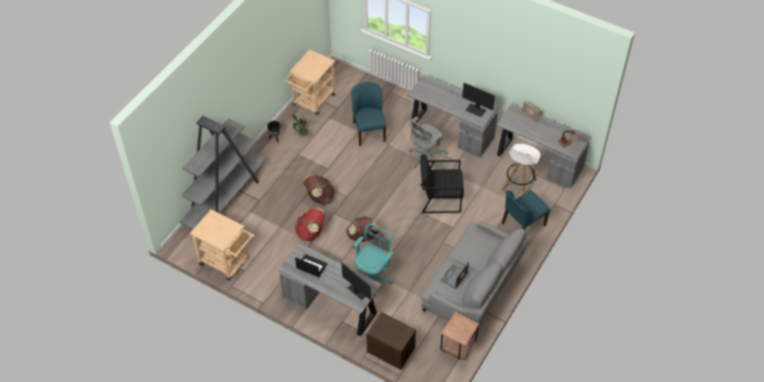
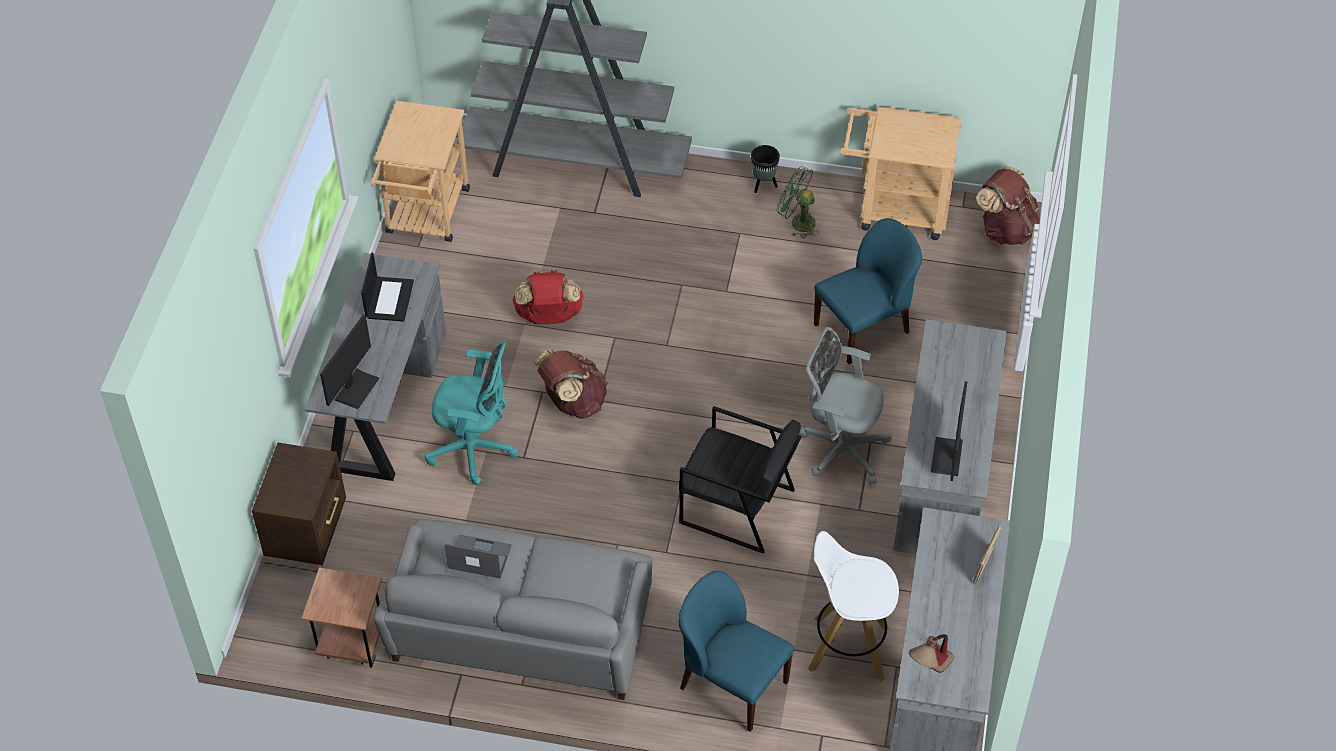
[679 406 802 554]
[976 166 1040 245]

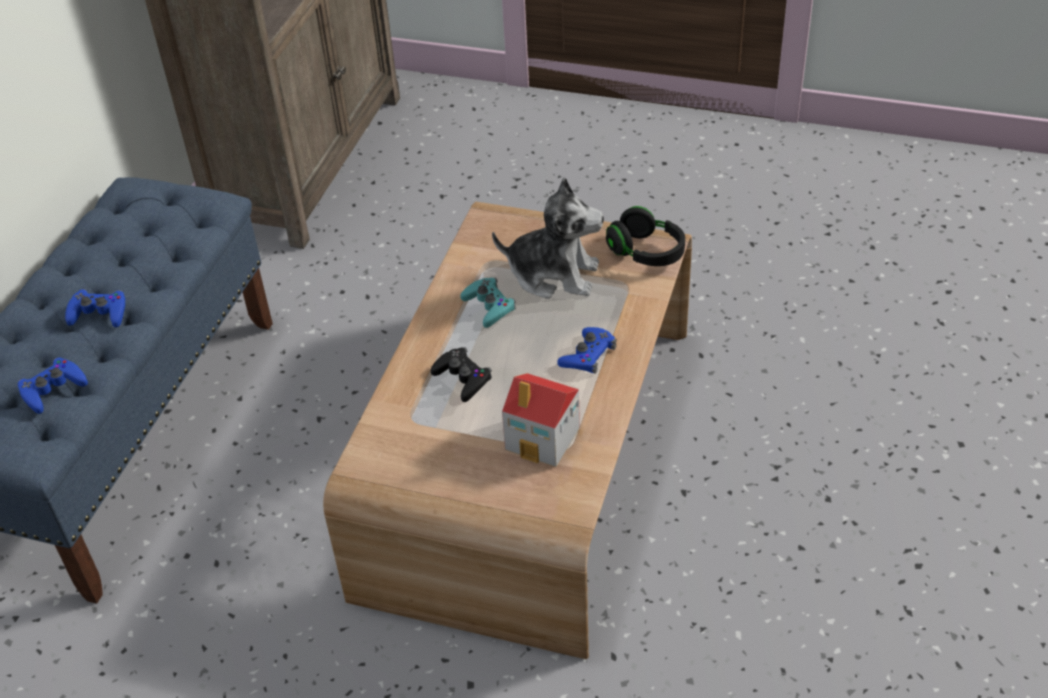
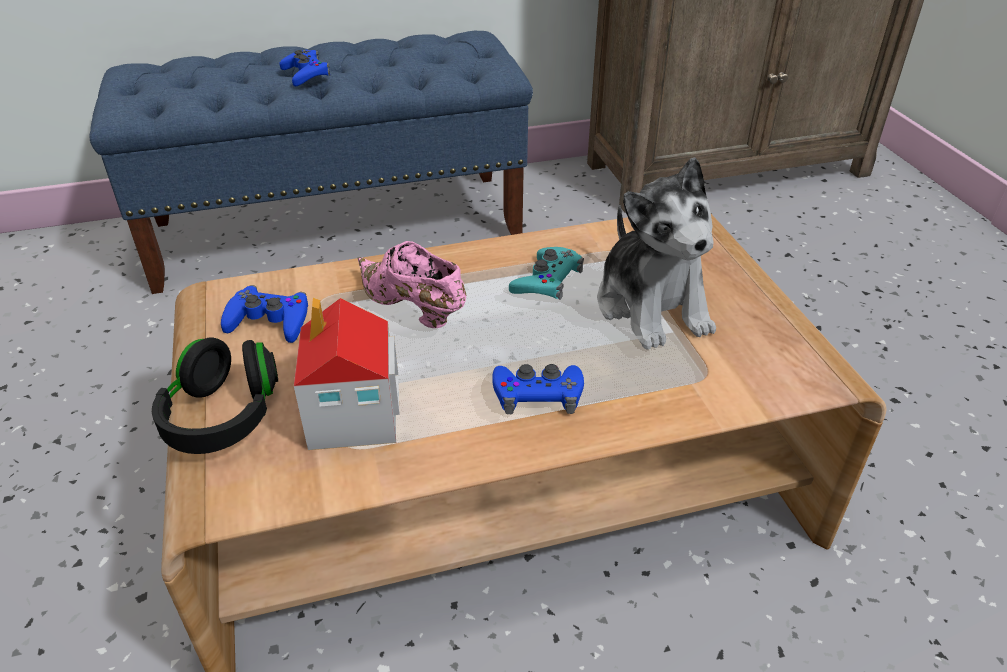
[152 337 278 454]
[358 241 466 328]
[221 285 308 343]

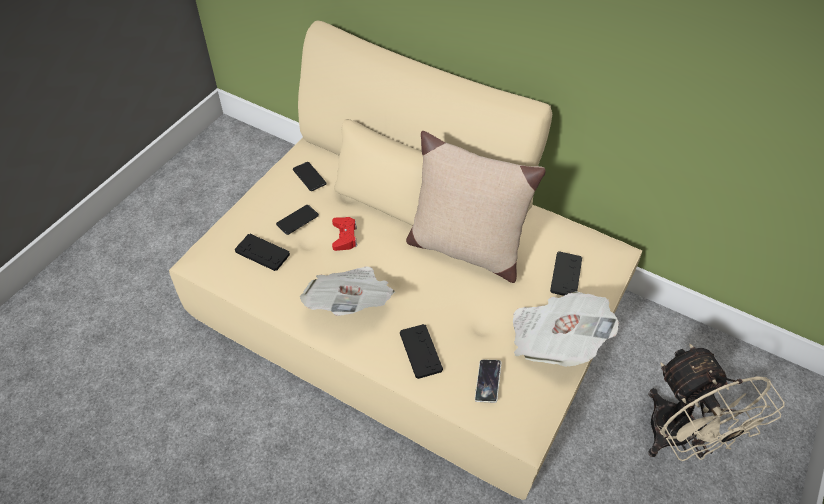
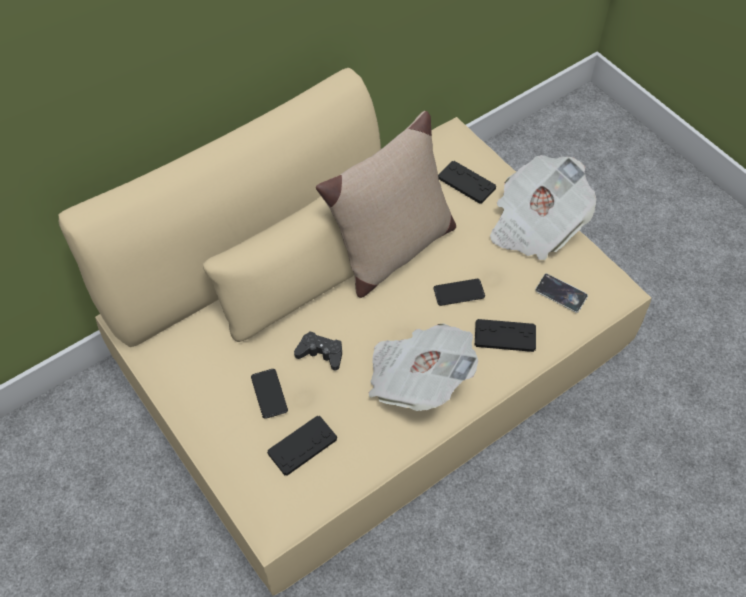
[433 279 485 306]
[294 331 342 370]
[648 344 785 461] (first image)

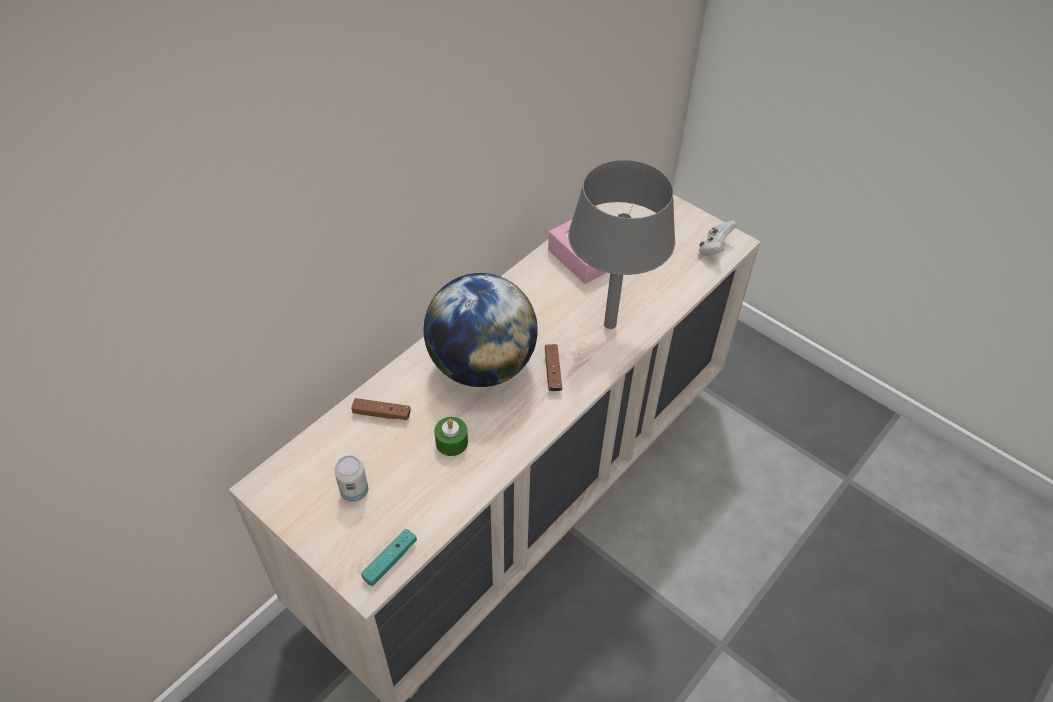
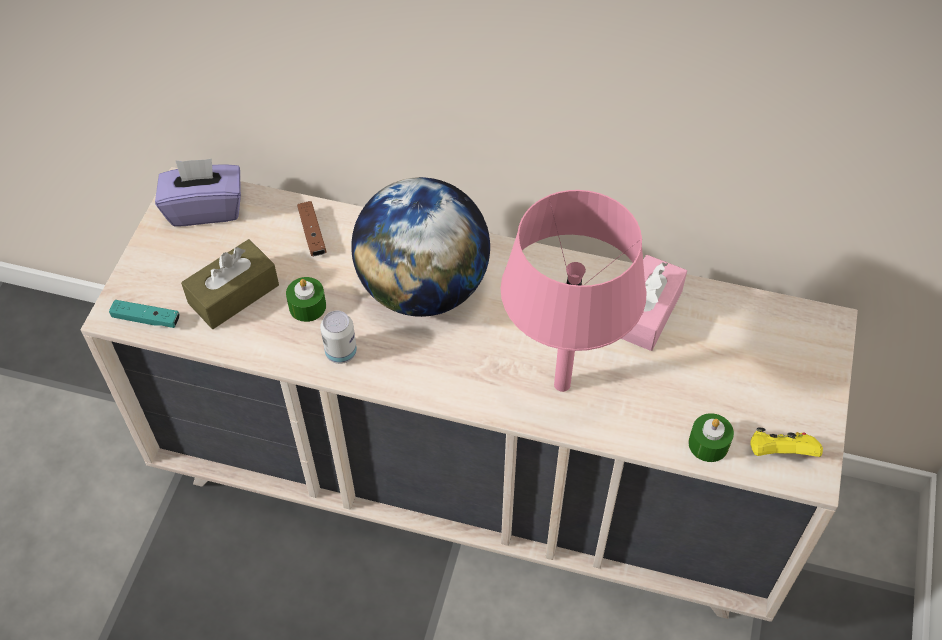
[501 190 647 392]
[751 427 823 457]
[545 344 562 392] (first image)
[320 311 357 364]
[155 159 241 227]
[181 239 279 329]
[689 413 734 462]

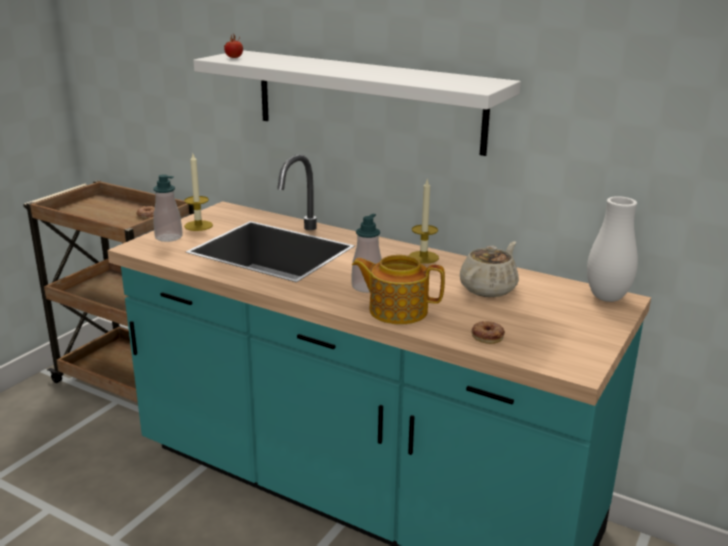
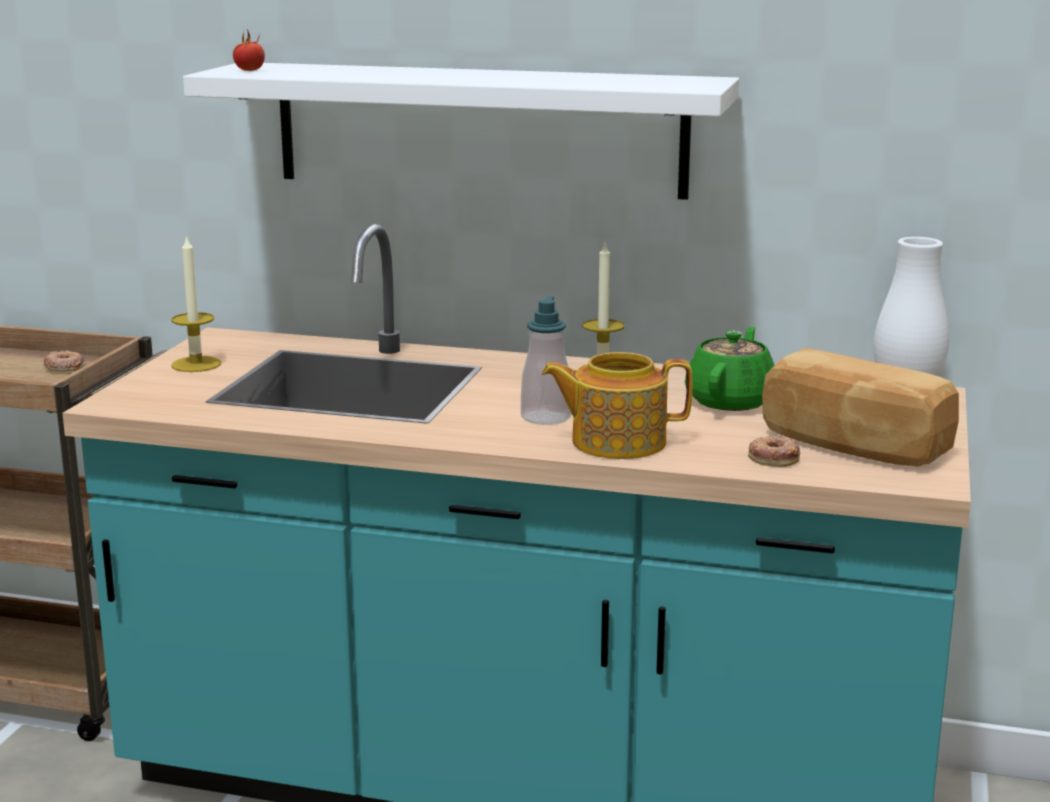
[153 174 183 242] (first image)
[685 326 775 411]
[762 348 959 467]

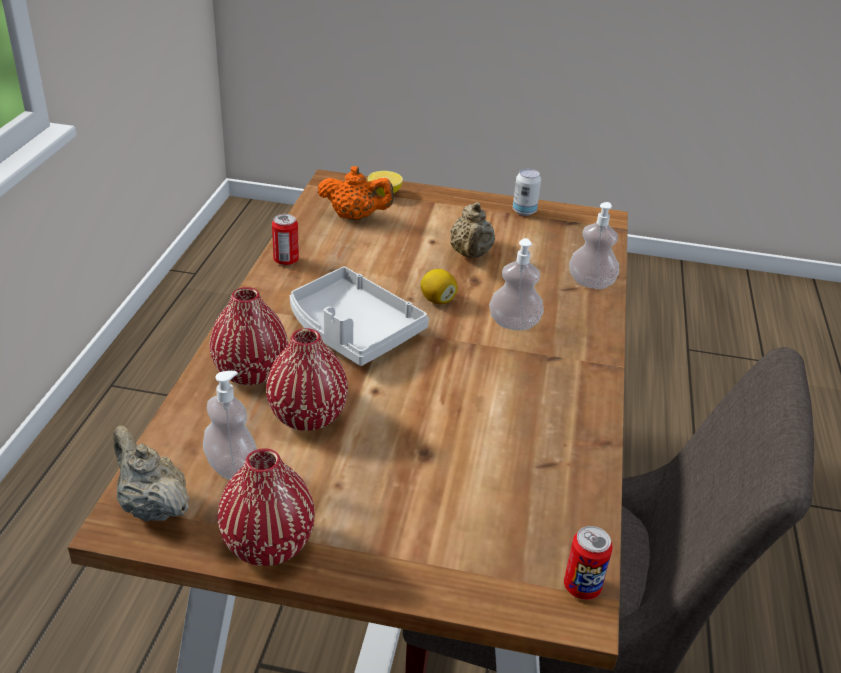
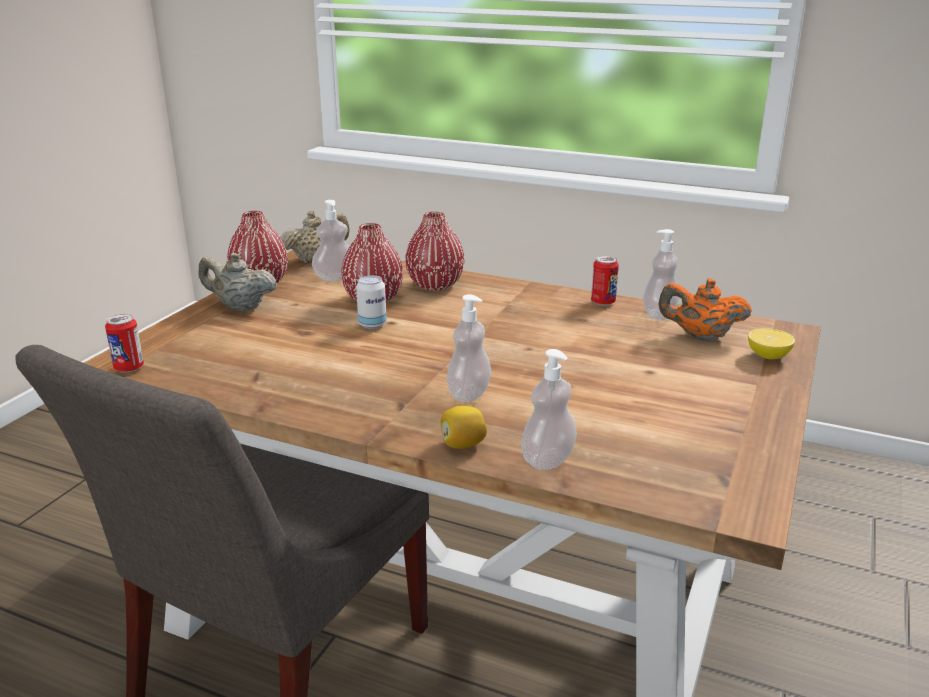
[659 278 752 341]
[356 275 387 329]
[198 252 277 312]
[290 267 429 366] (first image)
[441 406 487 449]
[643 229 679 320]

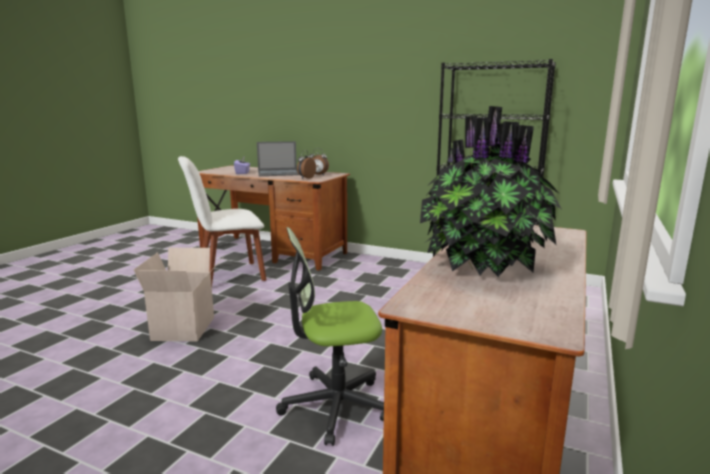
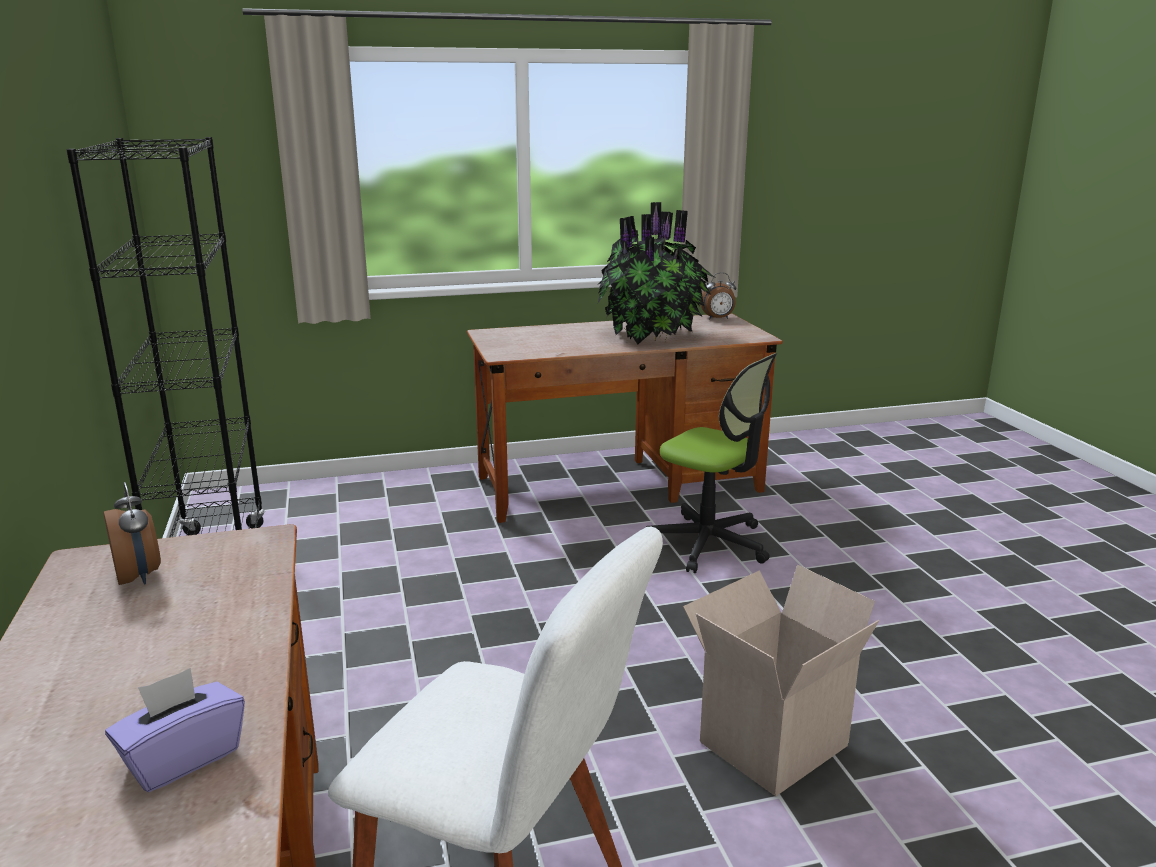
[257 141 299 176] (first image)
[701 272 736 320]

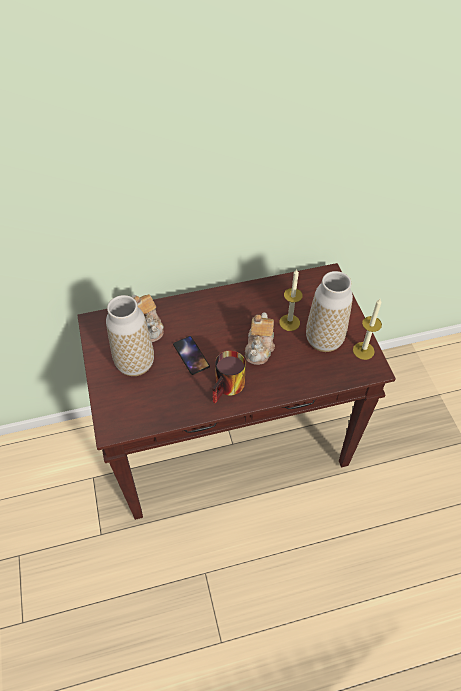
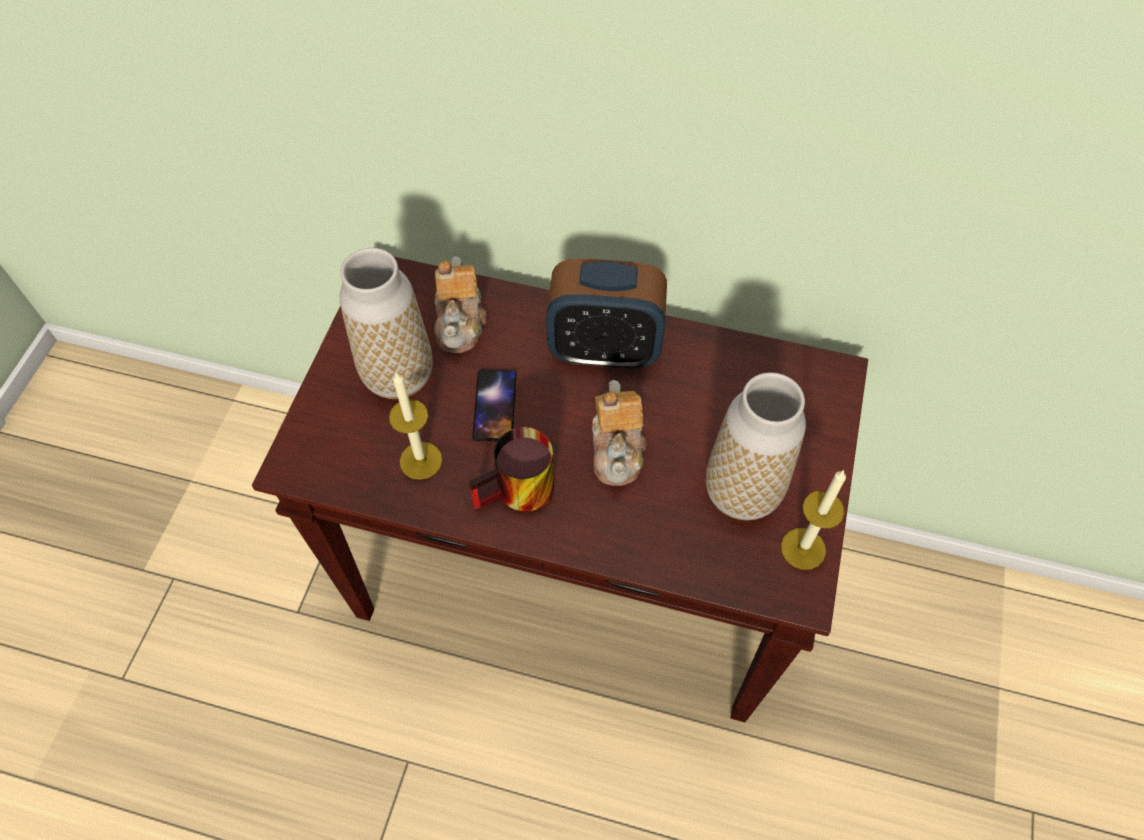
[389 372 442 480]
[592 380 646 486]
[546 259 667 369]

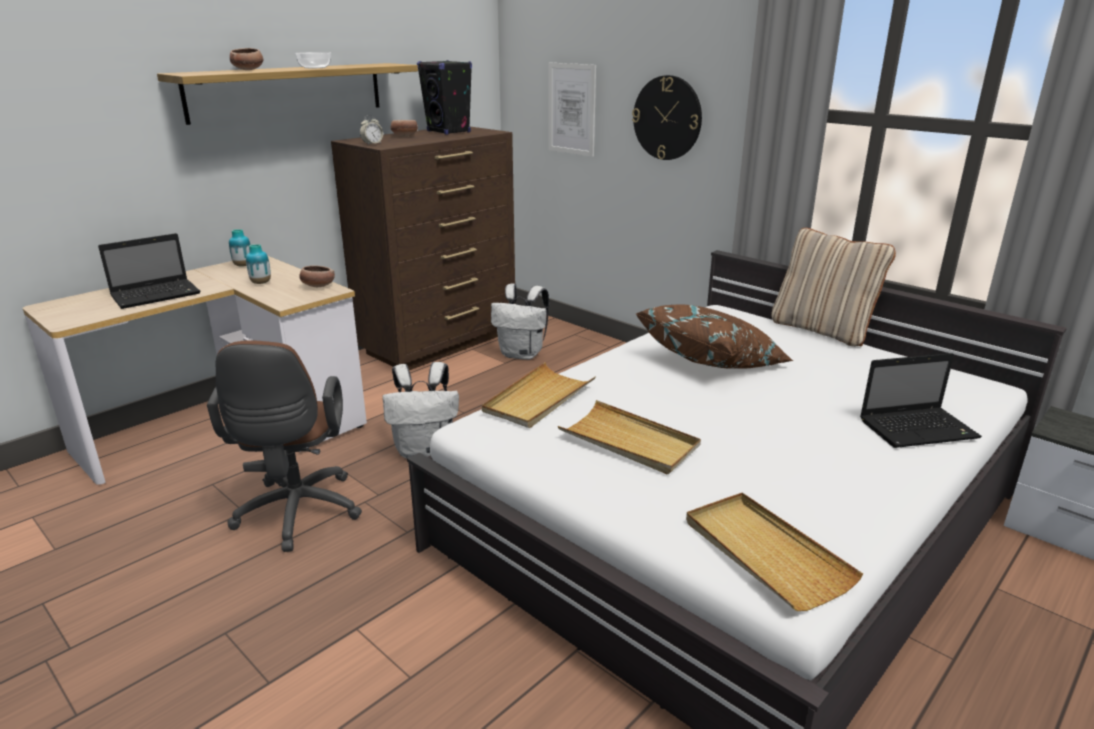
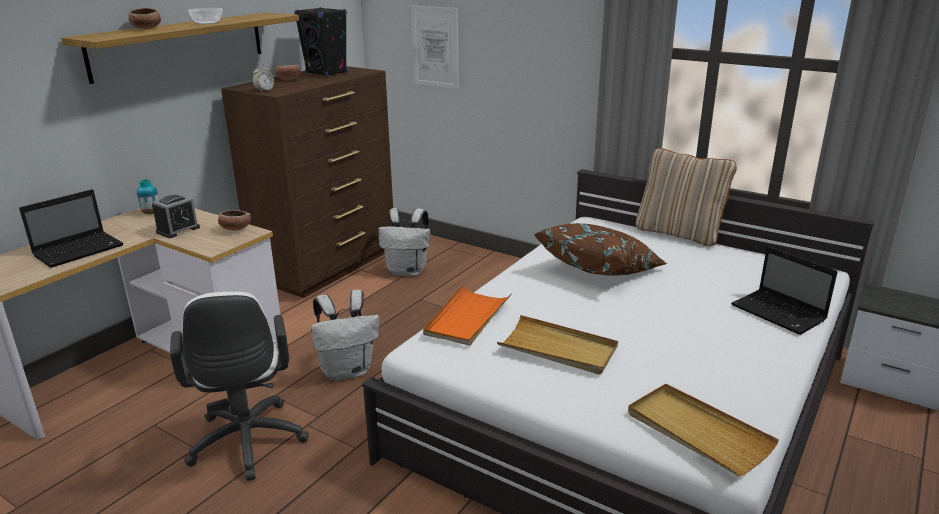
[632 75 702 160] (first image)
[152 194 200 238]
[170 292 309 481]
[731 246 838 335]
[423 284 512 346]

